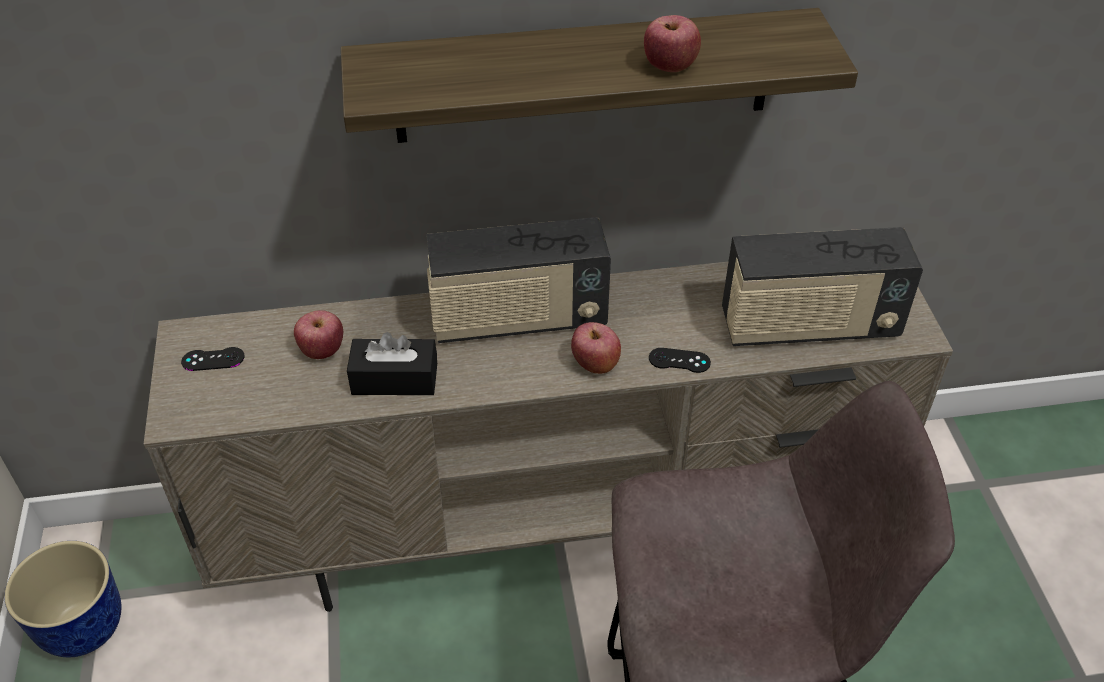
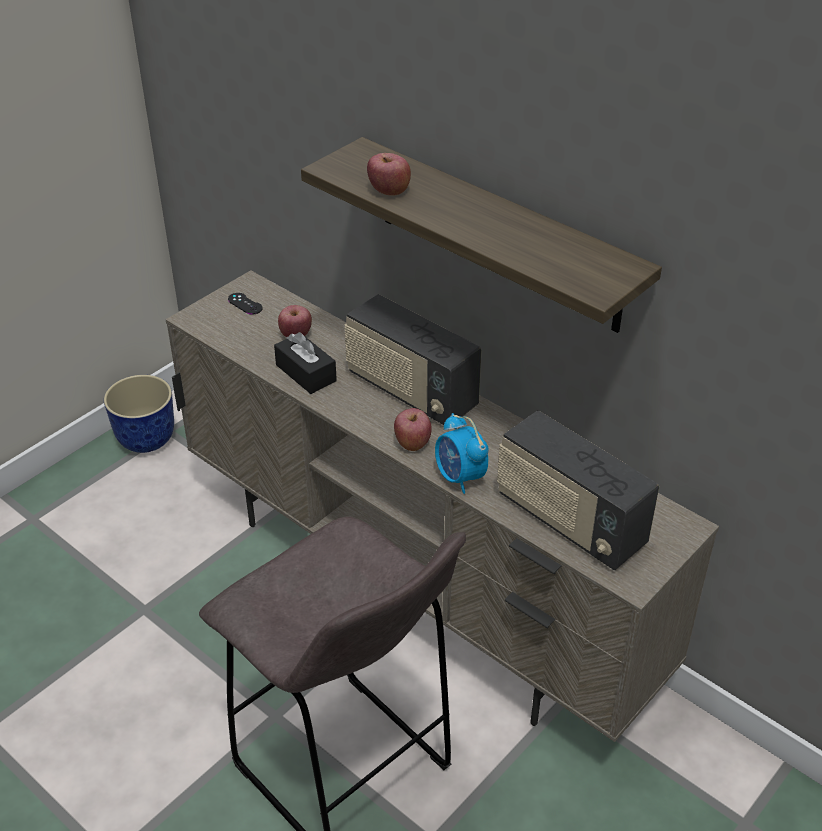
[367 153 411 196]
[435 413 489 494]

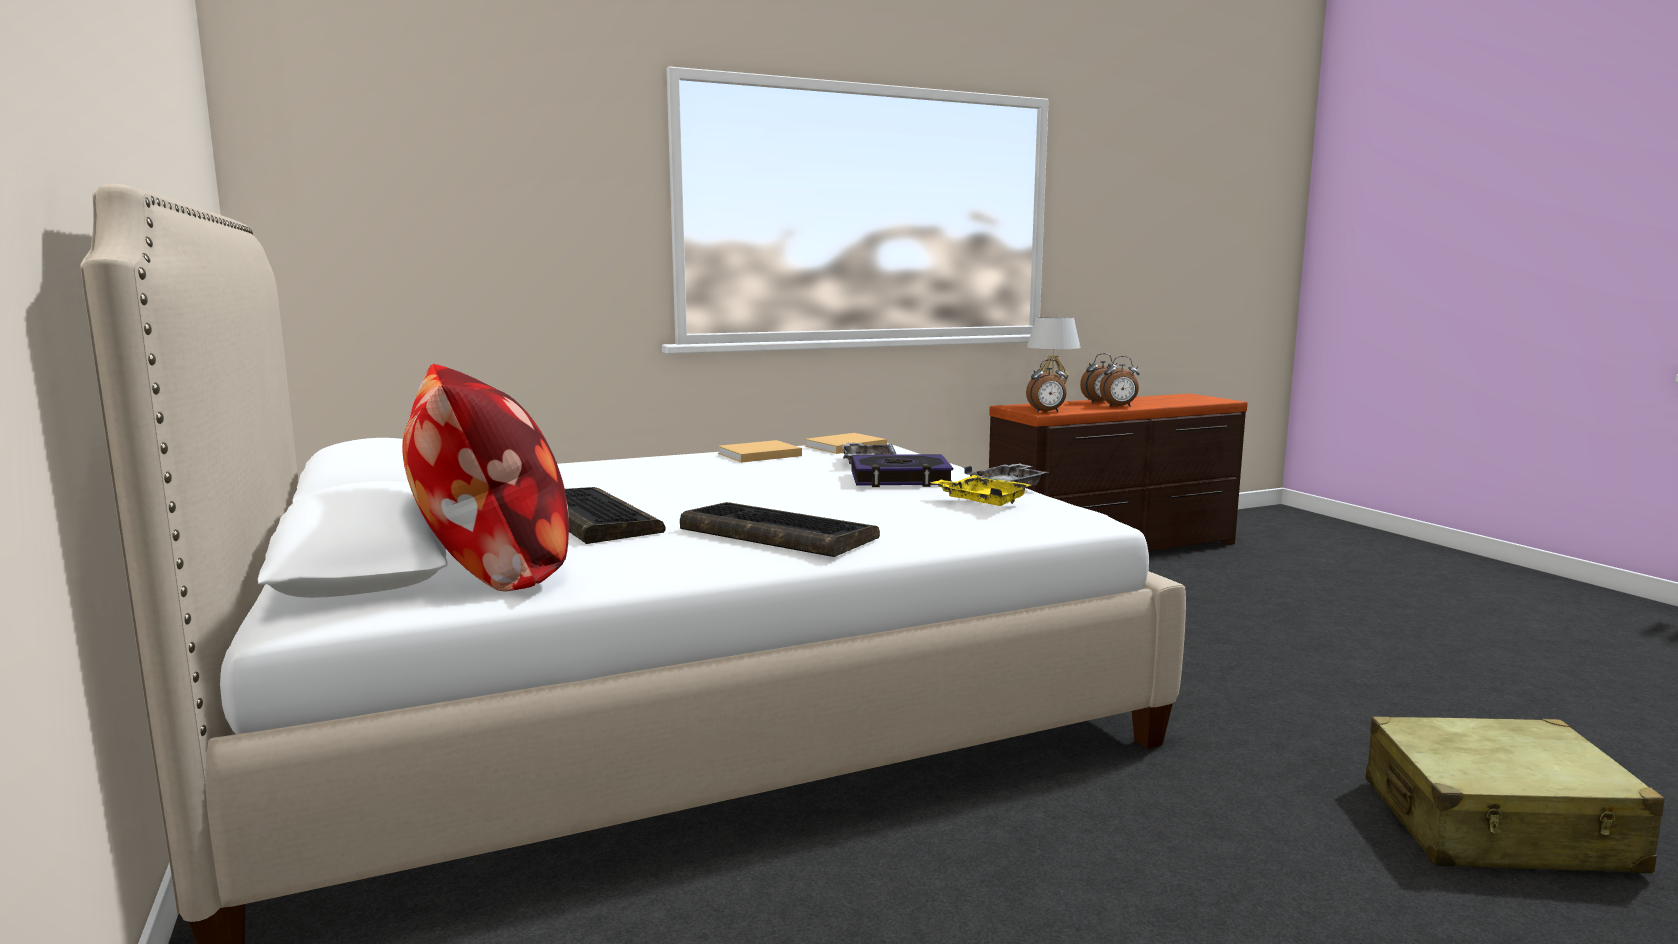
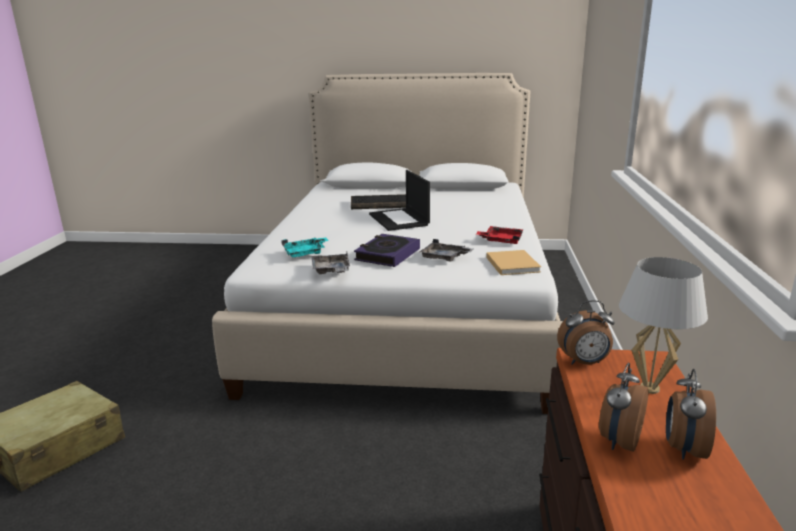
[557 300 615 365]
[402 364 569 592] (first image)
[476 226 523 244]
[282 238 329 257]
[680 502 880 557] (first image)
[369 170 430 231]

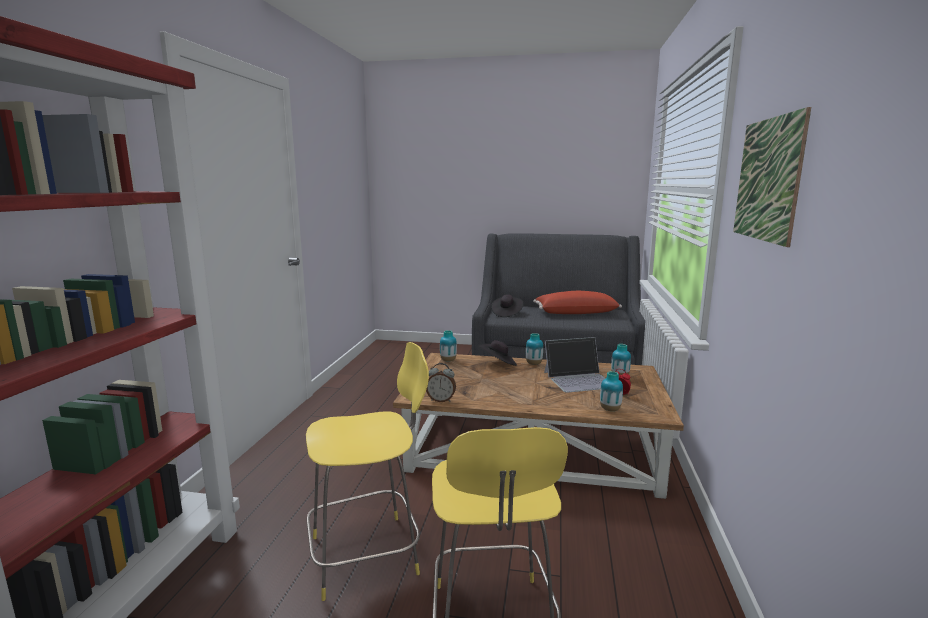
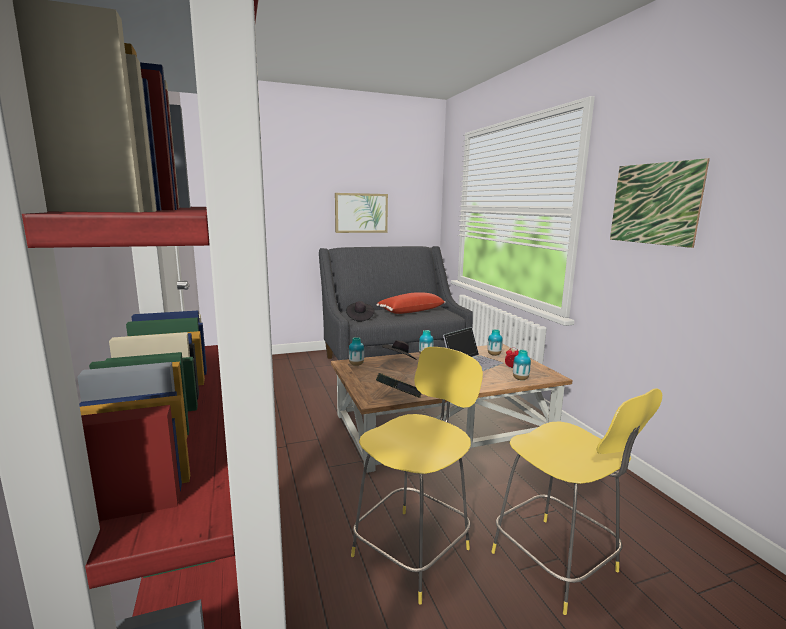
[376 373 422 398]
[335 193 388 233]

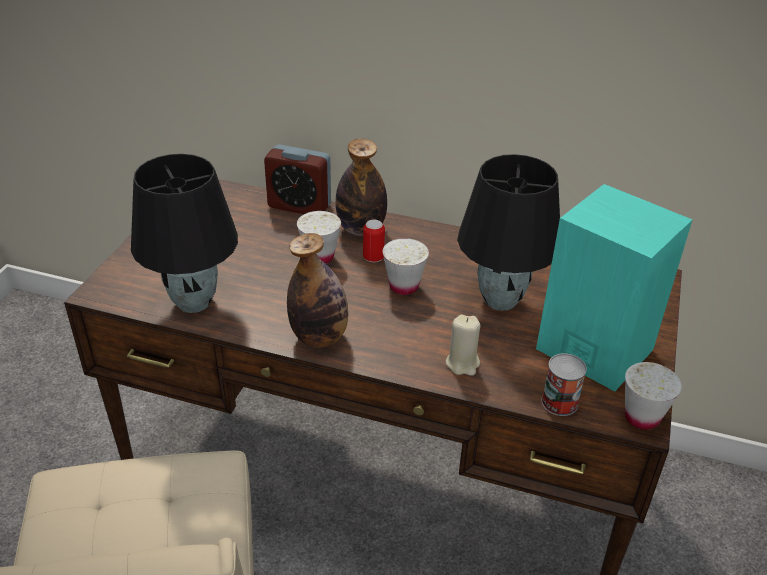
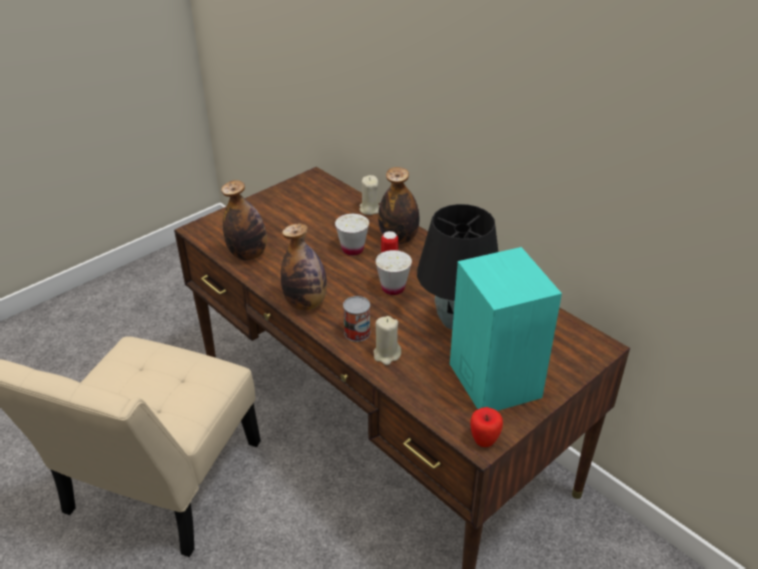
[360 175 380 215]
[221 180 267 261]
[343 296 371 342]
[470 407 503 447]

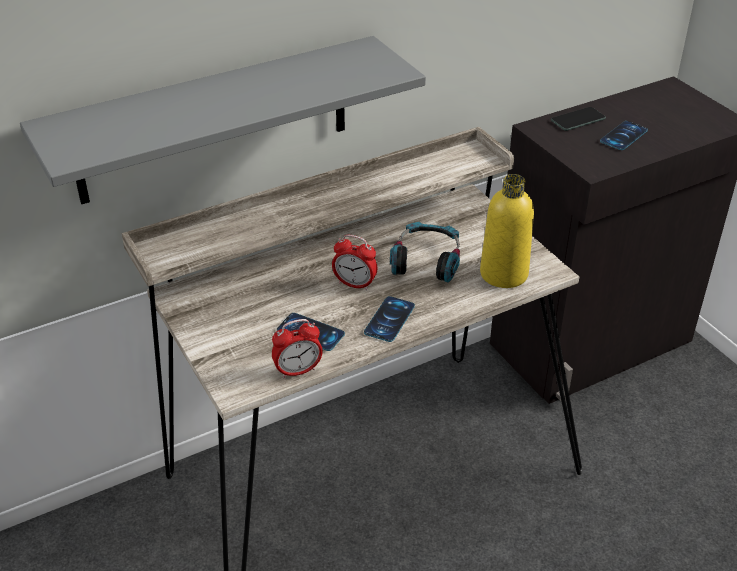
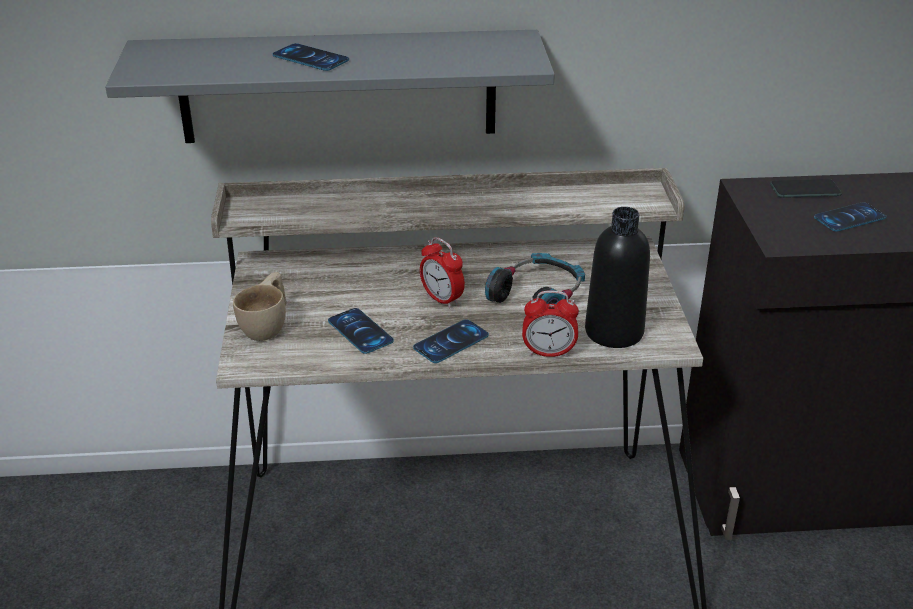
[585 207 650 348]
[522 291 579 357]
[273 43 349 71]
[233 272 287 341]

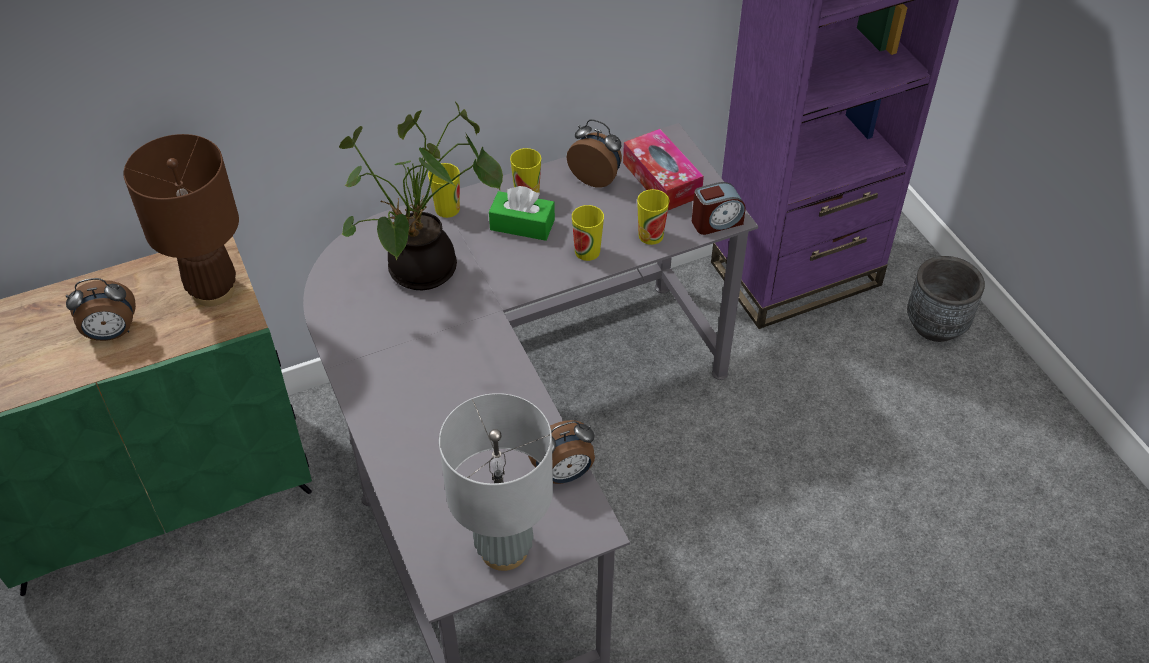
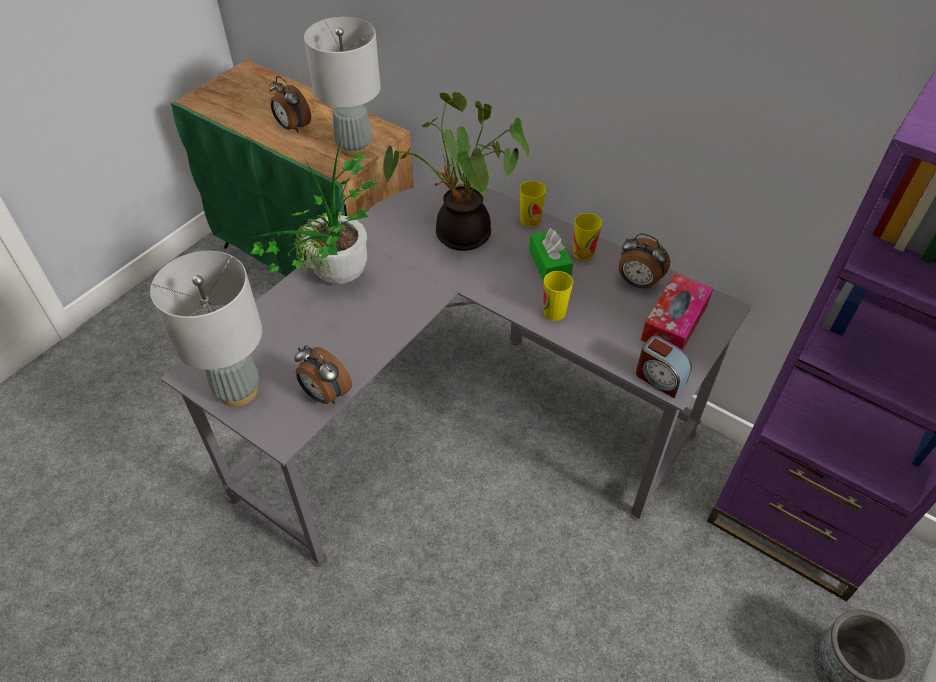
[619 233 670 289]
[304 17 381 157]
[637 189 670 245] (first image)
[250 136 378 284]

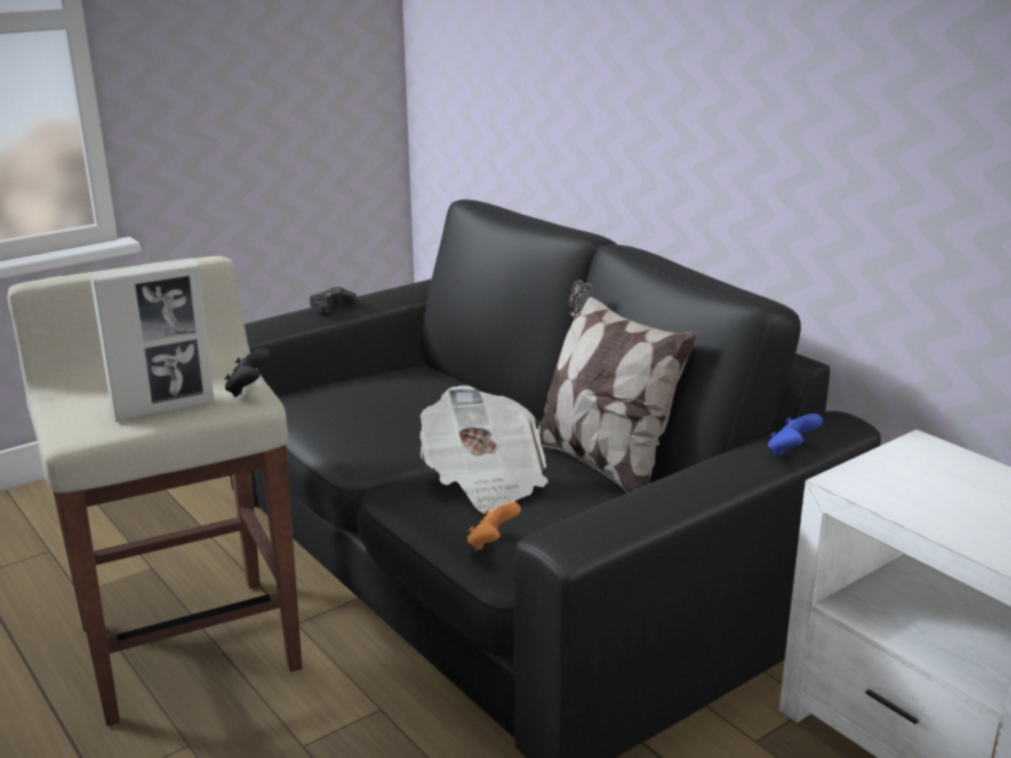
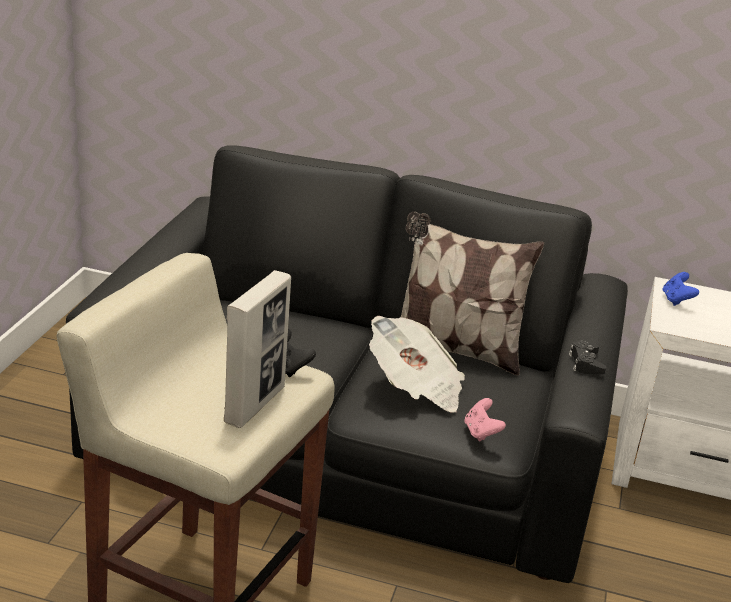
[569 340 606 375]
[663 272 699 306]
[464 398 506 442]

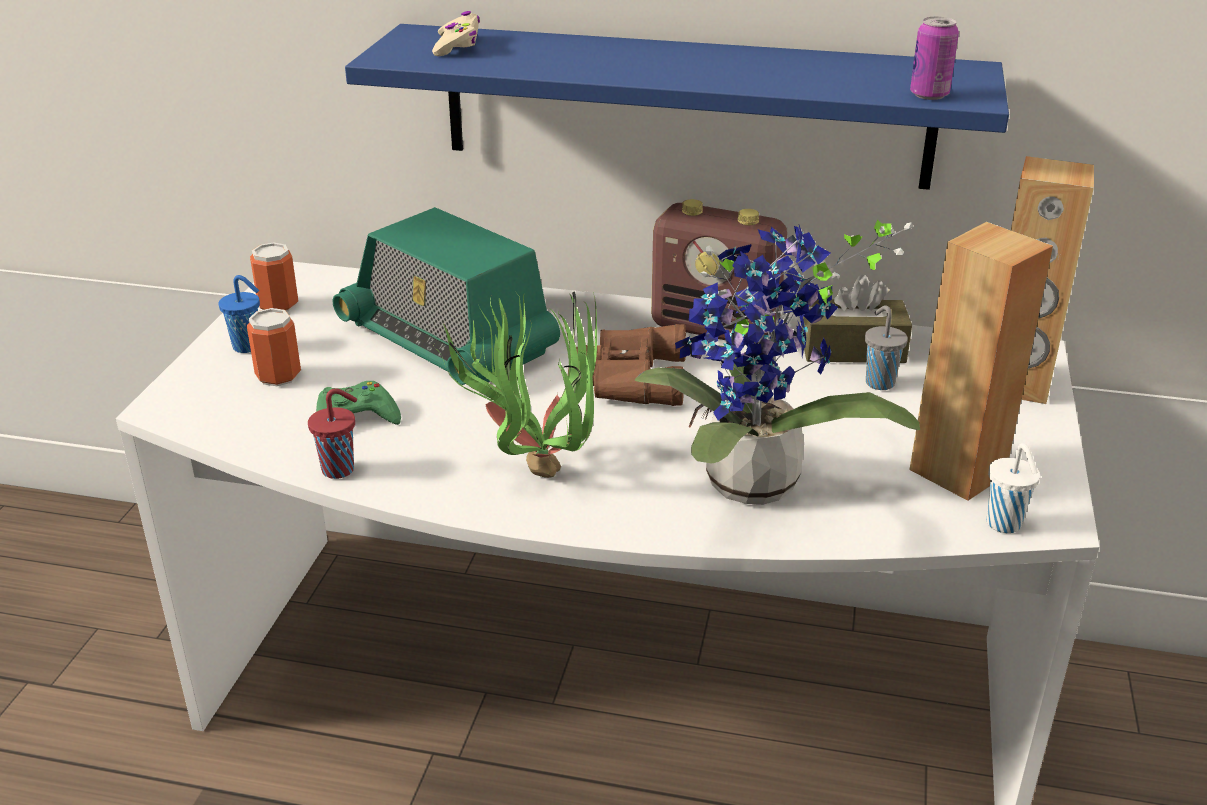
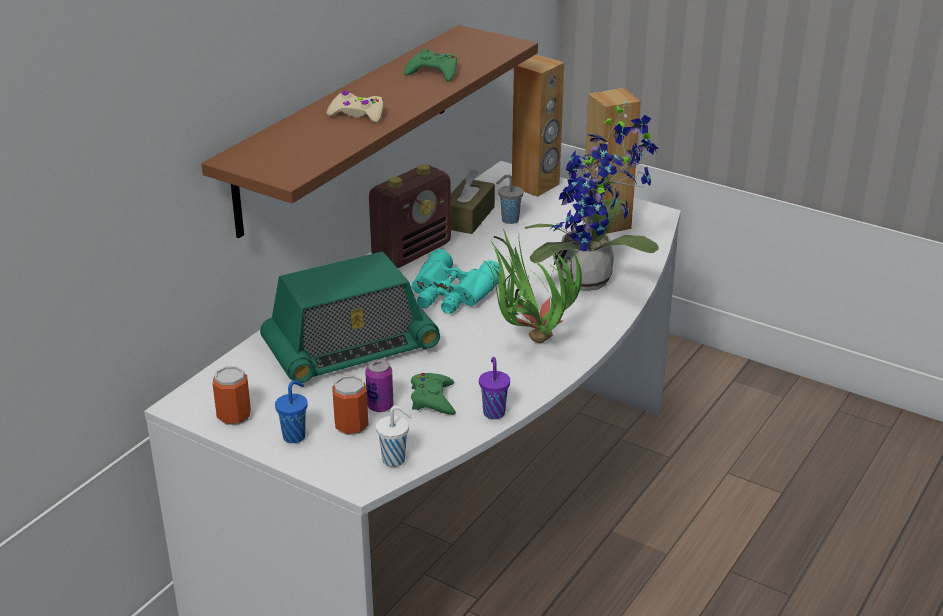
[327 91 384 123]
[365 359 393 412]
[201 25 538 238]
[412 249 500 314]
[479 357 510 419]
[376 406 412 467]
[404 49 457 82]

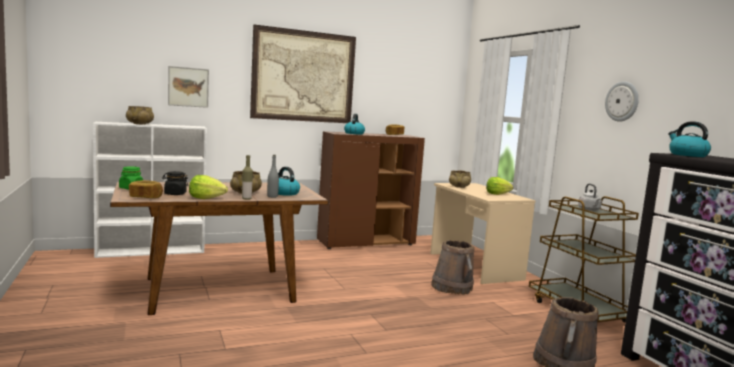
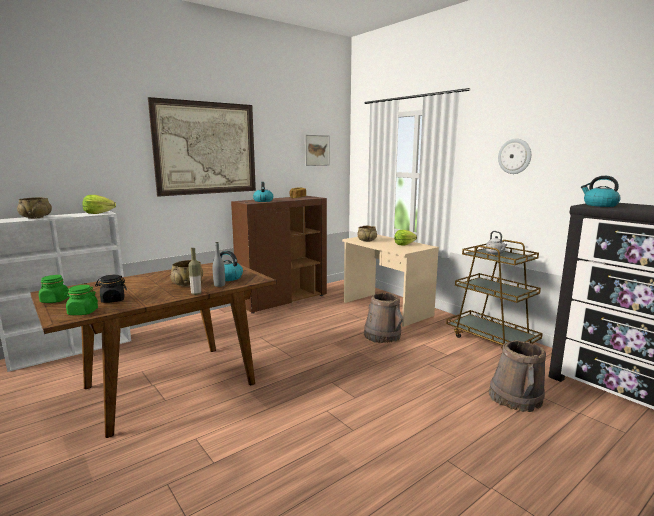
[305 135 330 166]
[82 195 116 214]
[64 285 98 315]

